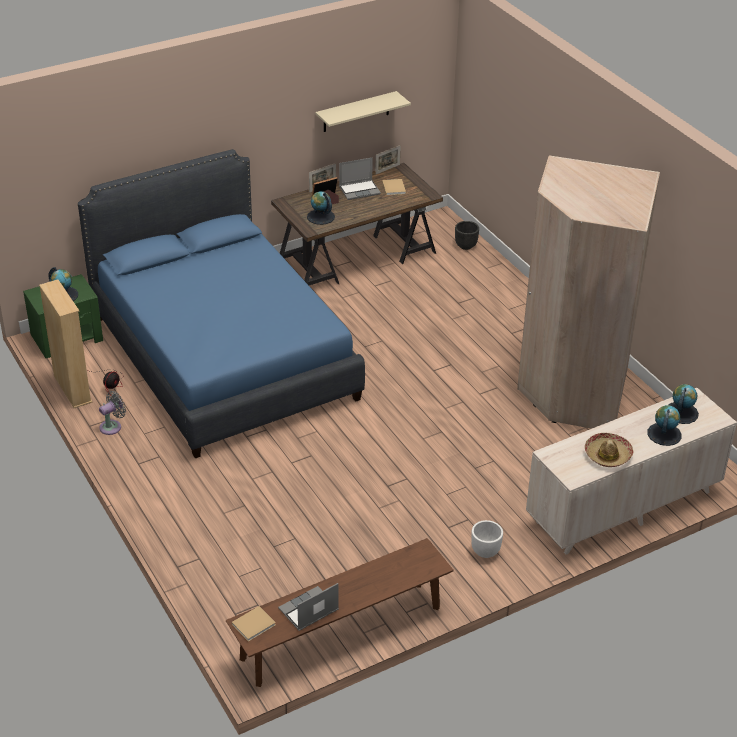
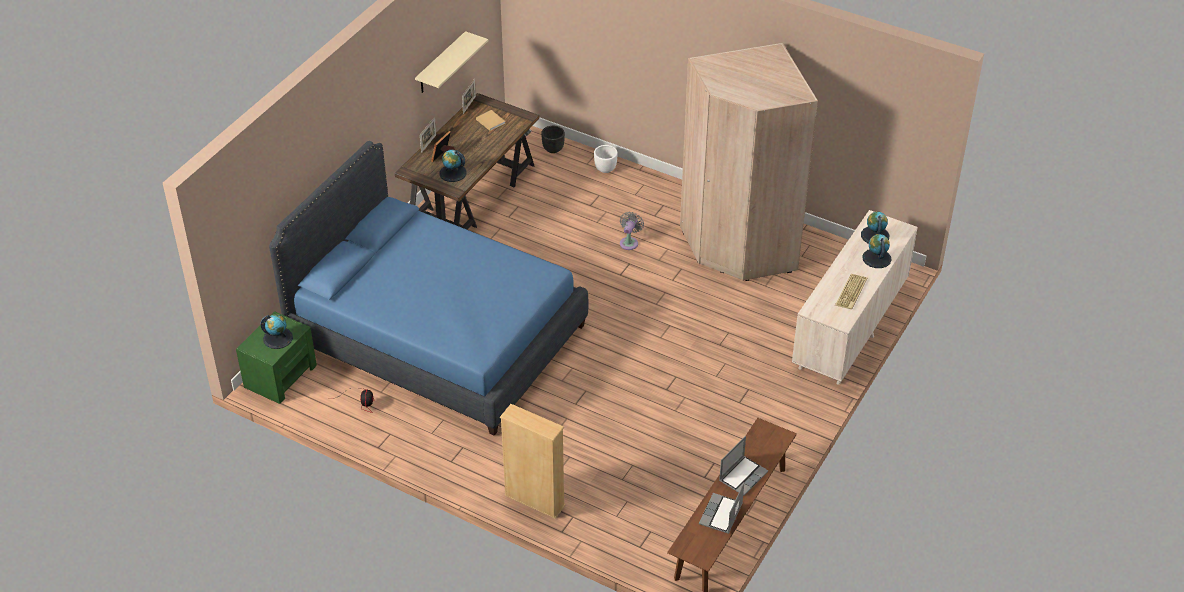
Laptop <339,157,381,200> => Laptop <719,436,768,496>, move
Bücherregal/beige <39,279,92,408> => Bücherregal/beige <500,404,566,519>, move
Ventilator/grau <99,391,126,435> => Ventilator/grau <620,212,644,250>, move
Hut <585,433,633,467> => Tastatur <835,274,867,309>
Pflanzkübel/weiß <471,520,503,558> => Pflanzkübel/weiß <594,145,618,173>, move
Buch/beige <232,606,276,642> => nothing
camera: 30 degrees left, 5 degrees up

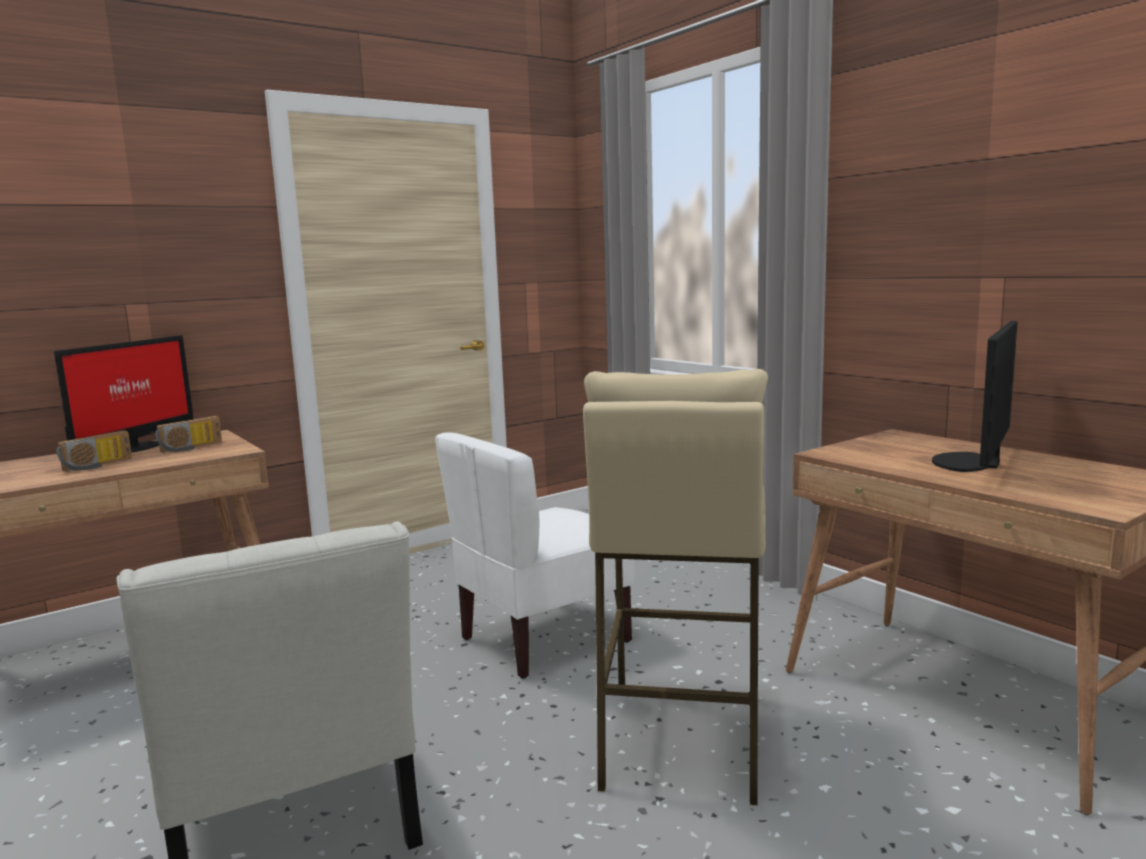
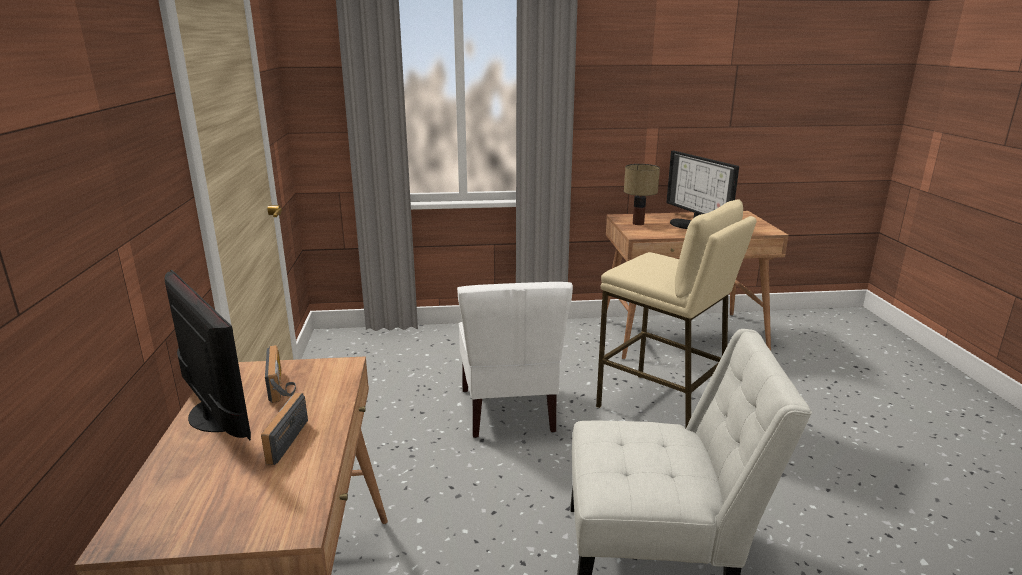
Radio <56,430,132,472> => Radio <261,393,308,465>, 150 degrees counterclockwise
nothing => Tischlampe <624,164,660,225>
camera: 60 degrees left, 10 degrees up

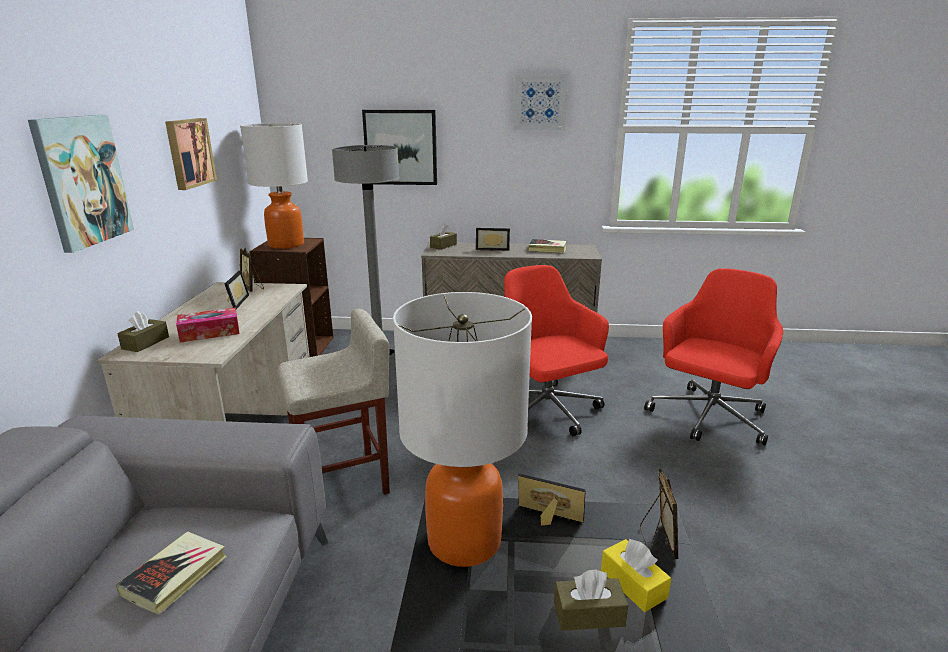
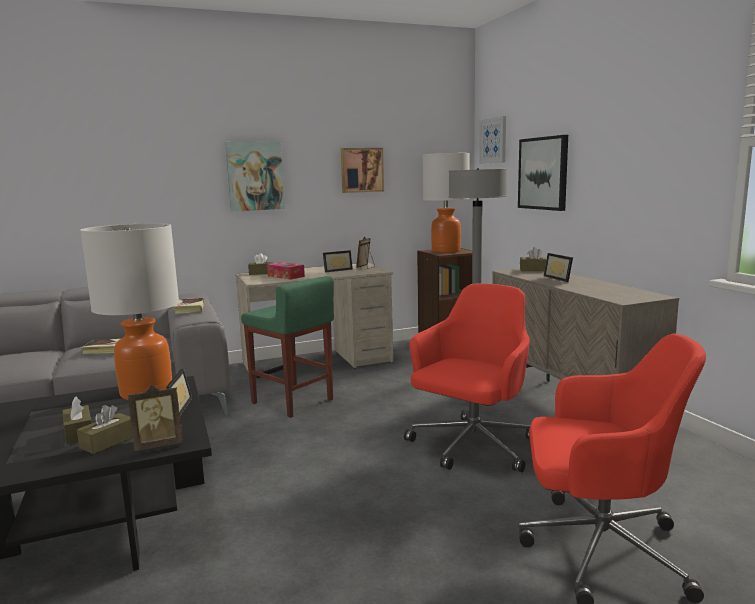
Bild <513,74,568,130> => Bild <479,116,506,164>, move
Buch <529,239,566,253> => Buch <173,298,204,314>, move
Hocker/beige <277,309,390,495> => Hocker/grün <241,276,334,418>
Taschentuchbox/gelb <601,539,671,612> => Taschentuchbox/braun <77,405,133,454>
camera: 65 degrees right, 10 degrees down

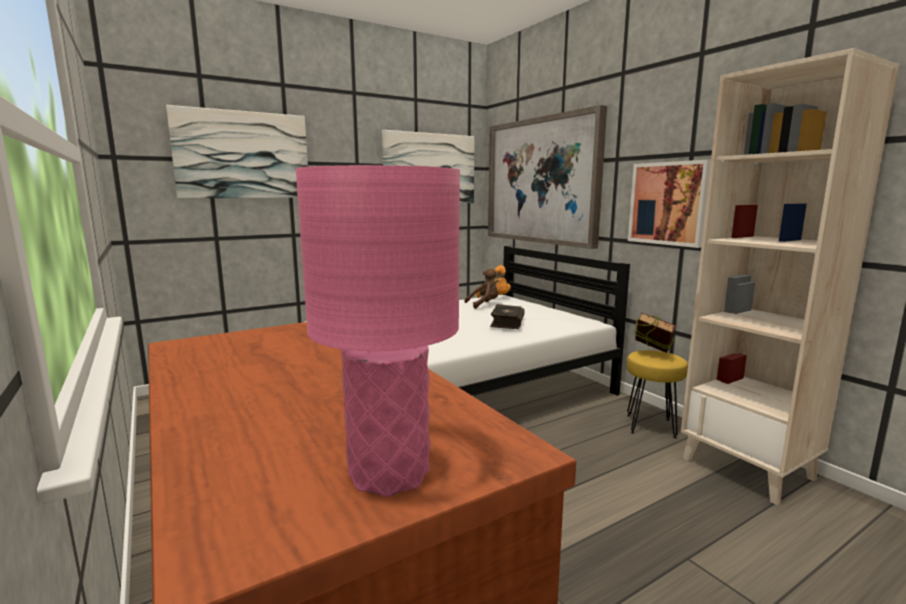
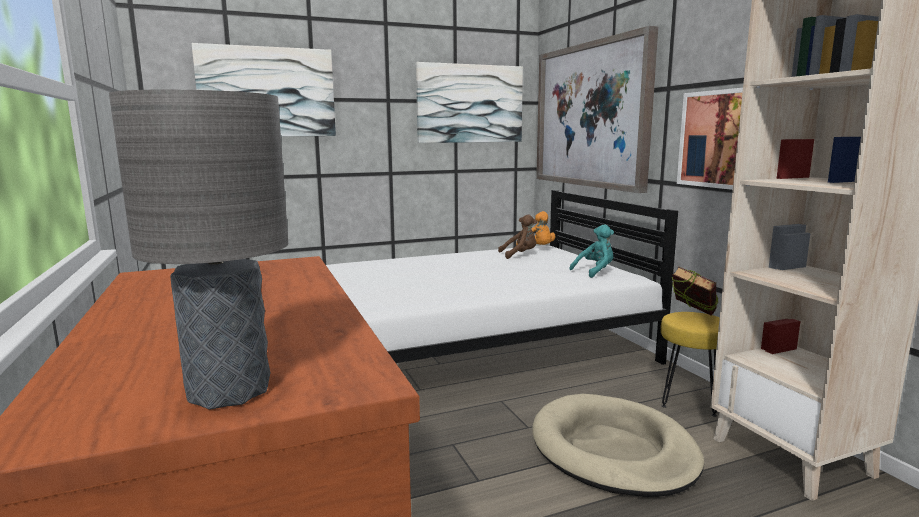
Tischlampe/rosa <296,165,460,497> => Tischlampe/grau <109,90,288,410>
Buch <490,304,525,329> => nothing
nothing => Plüschtier/türkis <569,224,614,278>
nothing => Hundebett/beige <532,394,704,497>
camera: 10 degrees right, 0 degrees up

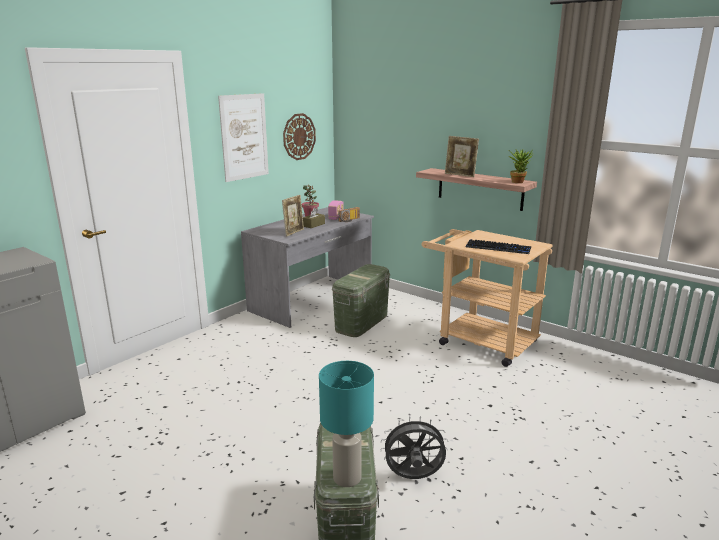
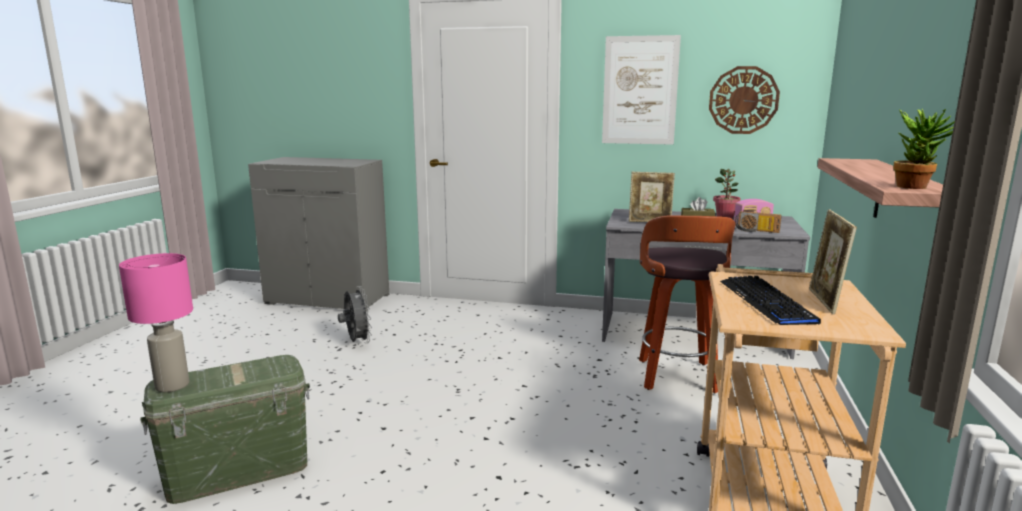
Bilderrahmen <445,136,479,177> => Bilderrahmen <809,209,857,314>, move
Aufbewahrungsbox/grün <332,264,390,337> => Hocker <639,215,736,393>
Tischlampe/türkis <319,361,374,487> => Tischlampe/rosa <119,253,193,392>
Ventilator/grau <381,416,448,479> => Ventilator/grau <338,286,372,343>, move
camera: 65 degrees right, 5 degrees down

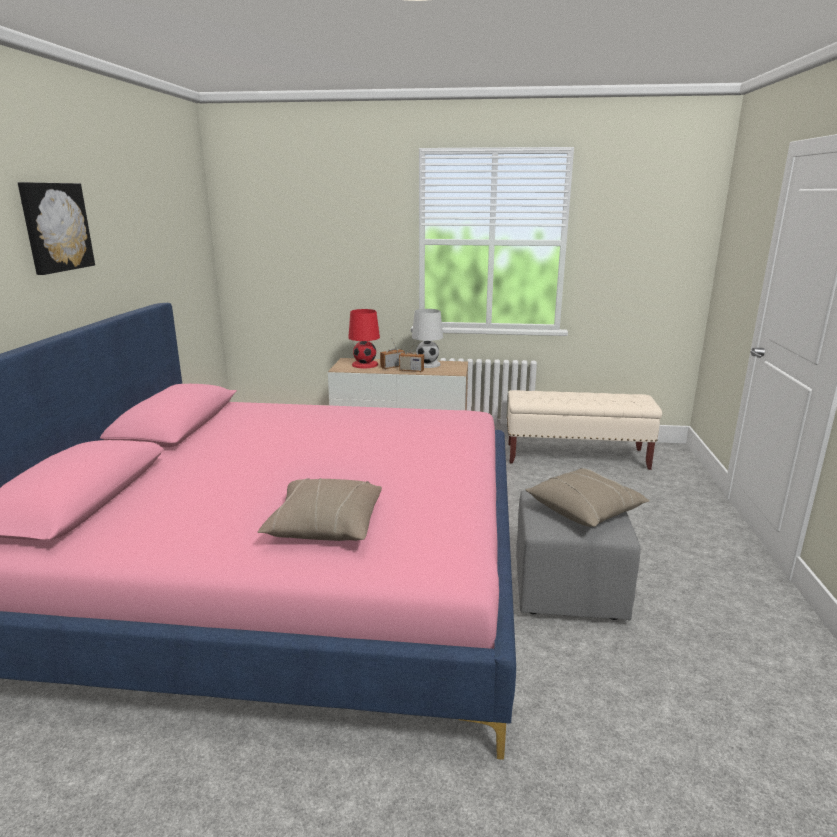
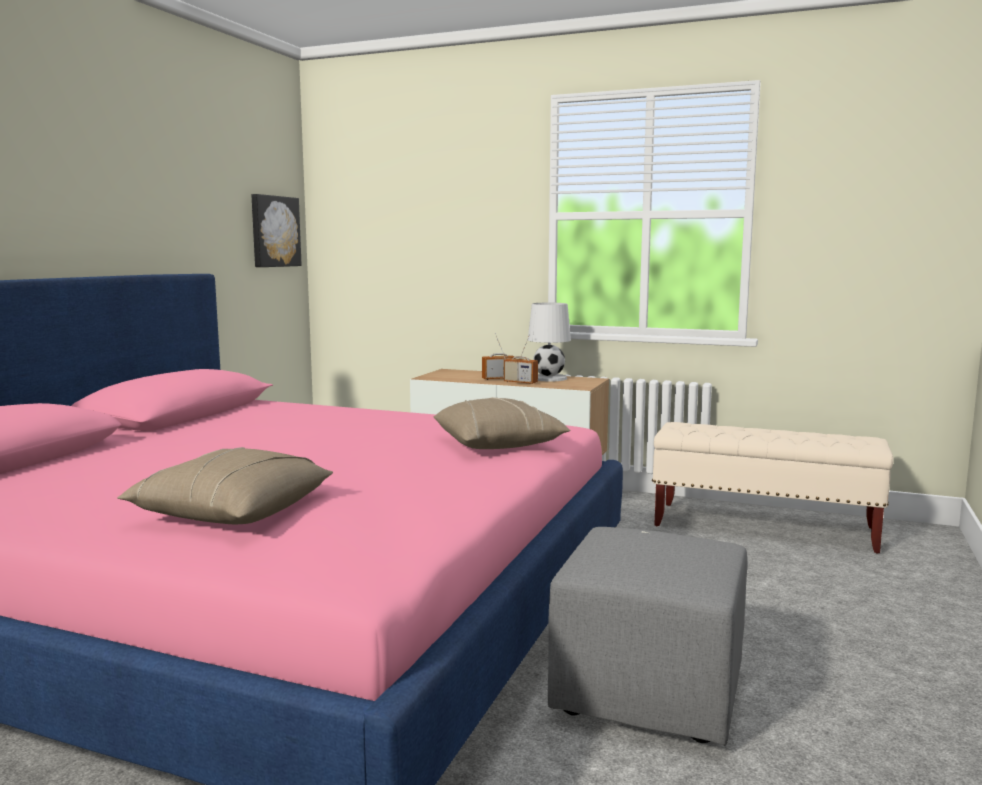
Bild <18,182,95,275> => Bild <251,194,302,267>, move
Tischlampe/rot <348,309,380,368> => nothing
Kissen/beige <526,468,650,527> => Kissen/beige <434,397,571,449>, move
camera: 15 degrees right, 10 degrees down

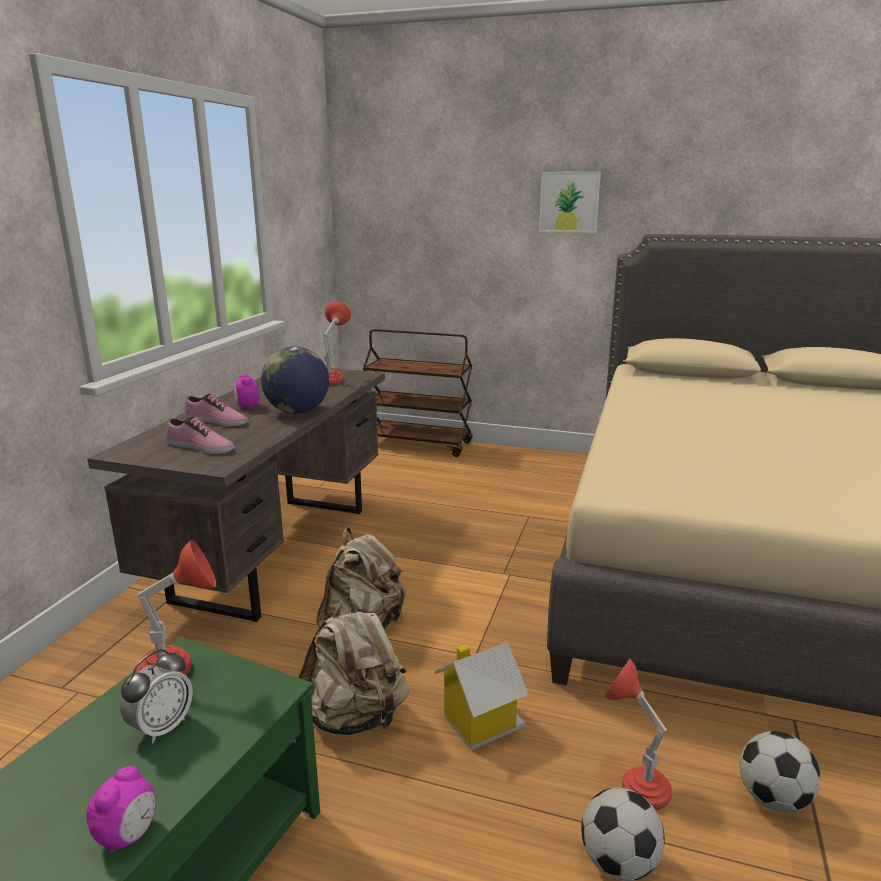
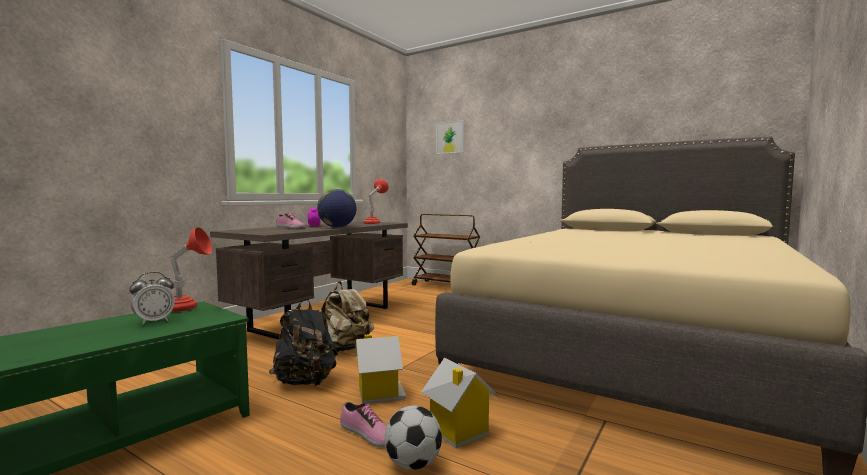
Bild <539,171,601,233> => Bild <436,120,464,154>, move
Schuh <166,416,234,454> => Schuh <340,402,386,447>, move
Rucksack/beige <298,597,409,735> => Rucksack/schwarz <269,299,338,386>
Tischlampe/rot <604,659,672,810> => Spielzeughaus <421,357,498,449>
Fußball <740,731,820,813> => nothing
Wecker <86,766,156,854> => nothing
camera: 15 degrees right, 15 degrees down

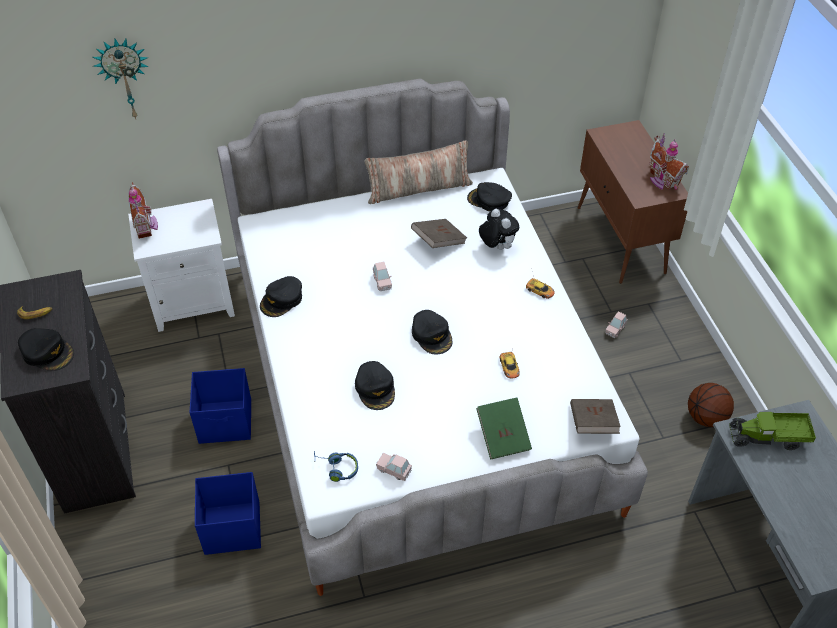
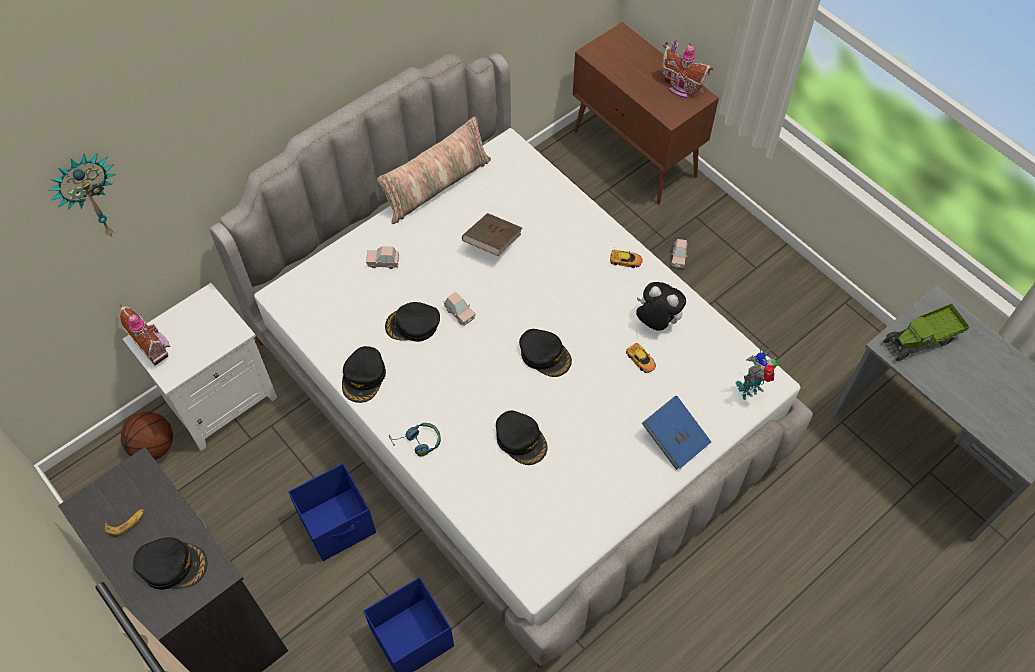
Kappe/schwarz <467,182,512,211> => Kappe/schwarz <385,302,440,342>, move
Plüschtier <479,209,519,250> => Plüschtier <636,282,686,331>, move
Basketball <688,383,734,427> => Basketball <121,412,173,460>, move
Buch/grün <476,397,532,460> => Buch/blau <642,396,711,470>
Buch/braun <570,399,621,434> => Spielzeugroboter <736,348,779,400>
Kopfhörer/blau <314,451,358,482> => Kopfhörer/blau <389,423,441,456>, move
Spielzeugauto/rosa <376,453,412,481> => Spielzeugauto/rosa <366,246,399,269>, move
camera: 25 degrees left, 10 degrees up

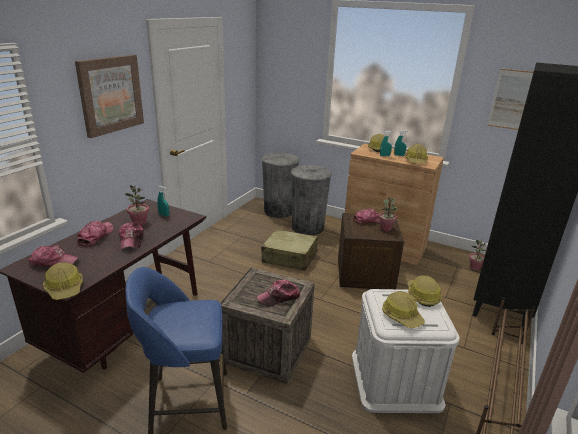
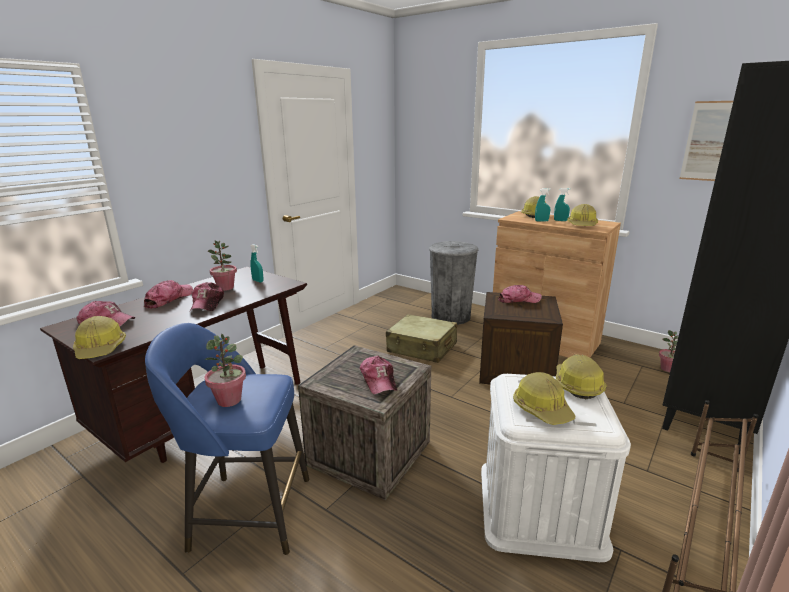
Bild <75,55,144,138> => nothing
Mülleimer/grau <261,153,300,218> => nothing
Topfpflanze <378,197,397,231> => Topfpflanze <204,334,246,407>, move
Kappe <257,280,300,307> => Kappe <360,356,397,394>, 90 degrees counterclockwise
camera: 10 degrees right, 5 degrees down

